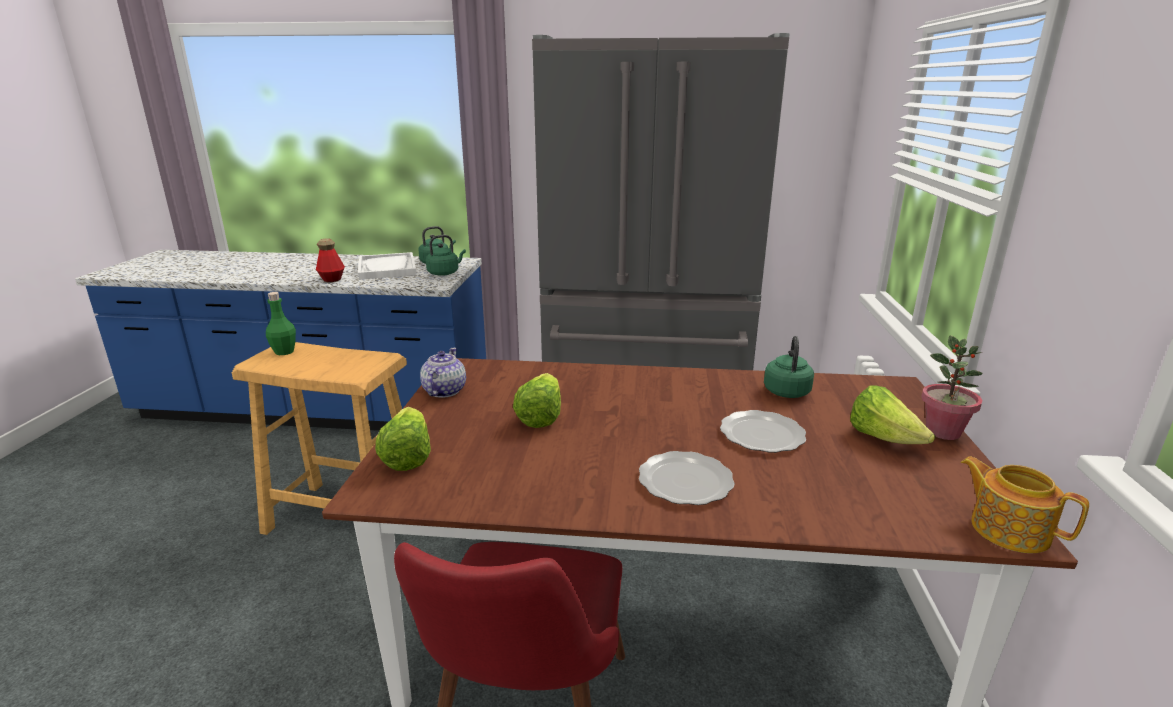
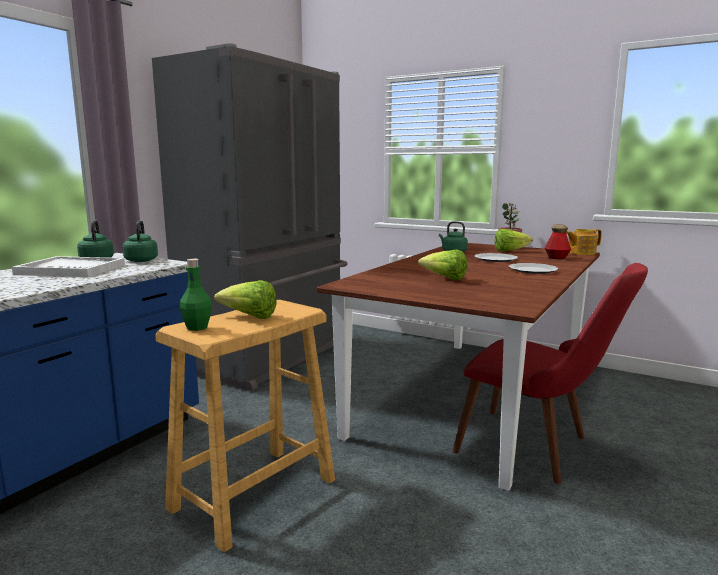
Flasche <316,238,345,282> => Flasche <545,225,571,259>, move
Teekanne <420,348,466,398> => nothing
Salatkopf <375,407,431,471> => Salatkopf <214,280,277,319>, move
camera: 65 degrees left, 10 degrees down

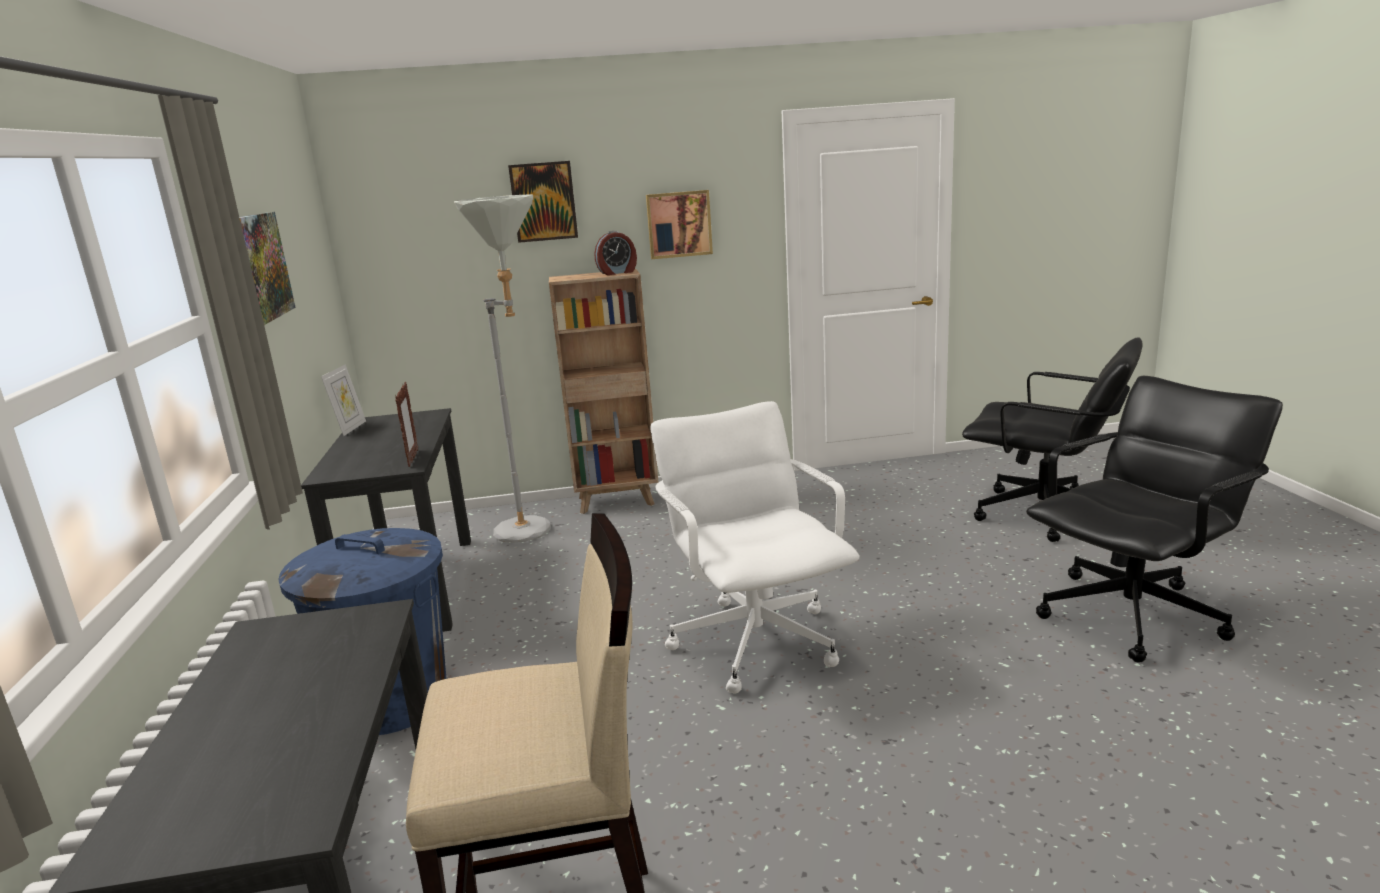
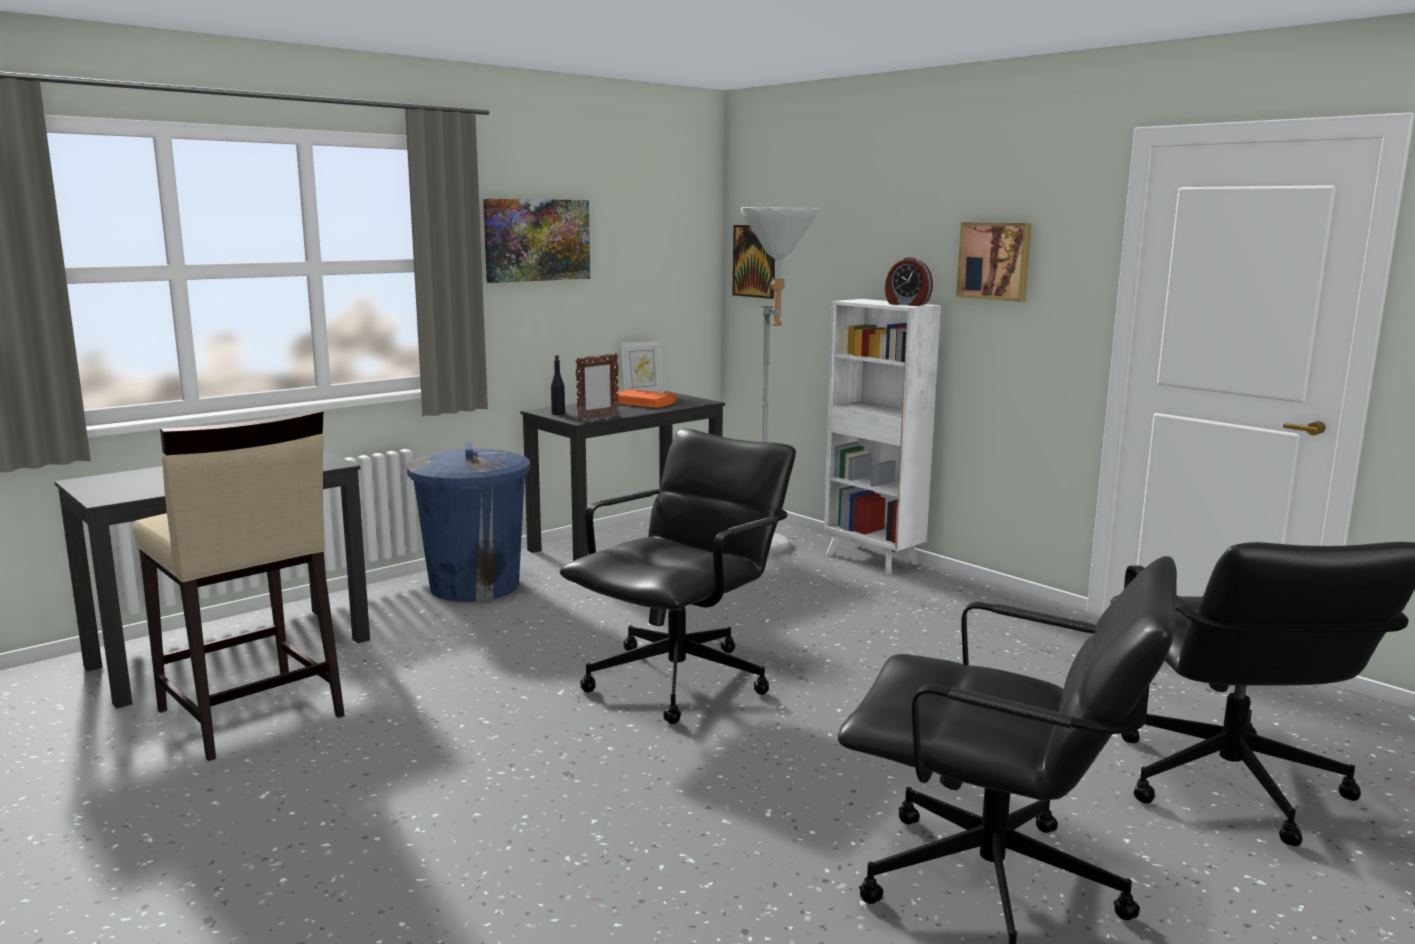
Bild <508,161,578,243> => Bild <733,225,775,299>, move
Bücherregal/braun <549,269,658,514> => Bücherregal/weiß <824,299,941,574>
Bürostuhl/weiß <651,401,860,693> => Bürostuhl/schwarz <560,428,796,724>
nothing => Flasche/schwarz <551,355,565,415>
nothing => Buch/orange <615,389,676,408>
camera: 55 degrees right, 5 degrees down

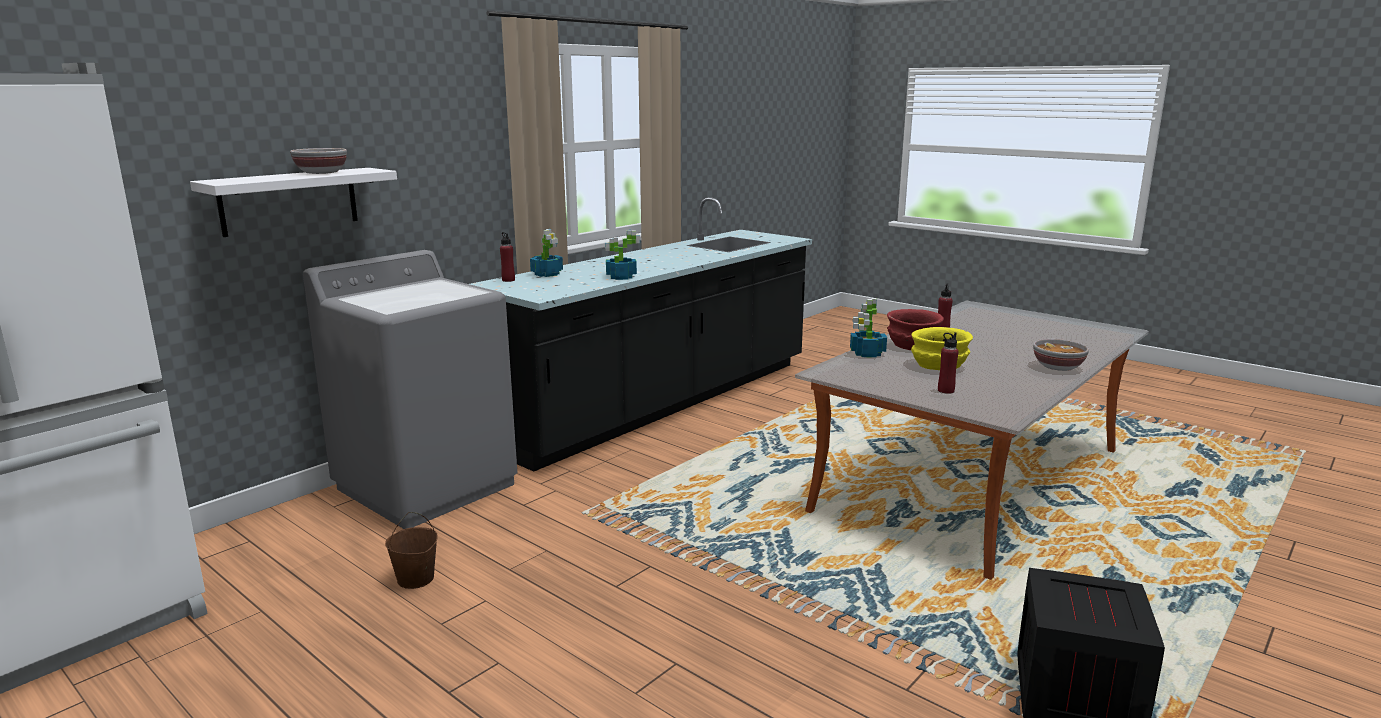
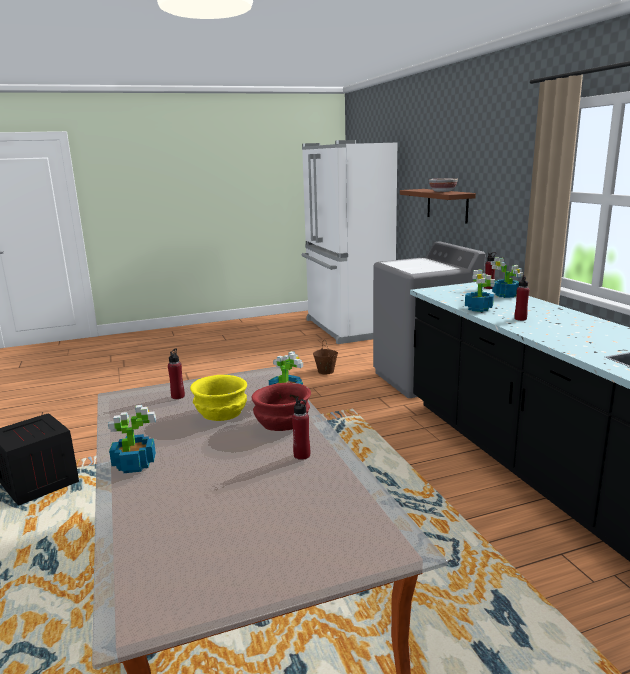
Wandregal/weiß <190,168,397,237> => Wandregal/braun <400,189,476,224>
Schüssel <1033,339,1089,371> => Topfpflanze <108,405,156,473>
nothing => Flasche/rot <514,275,529,321>
camera: 120 degrees right, 0 degrees up

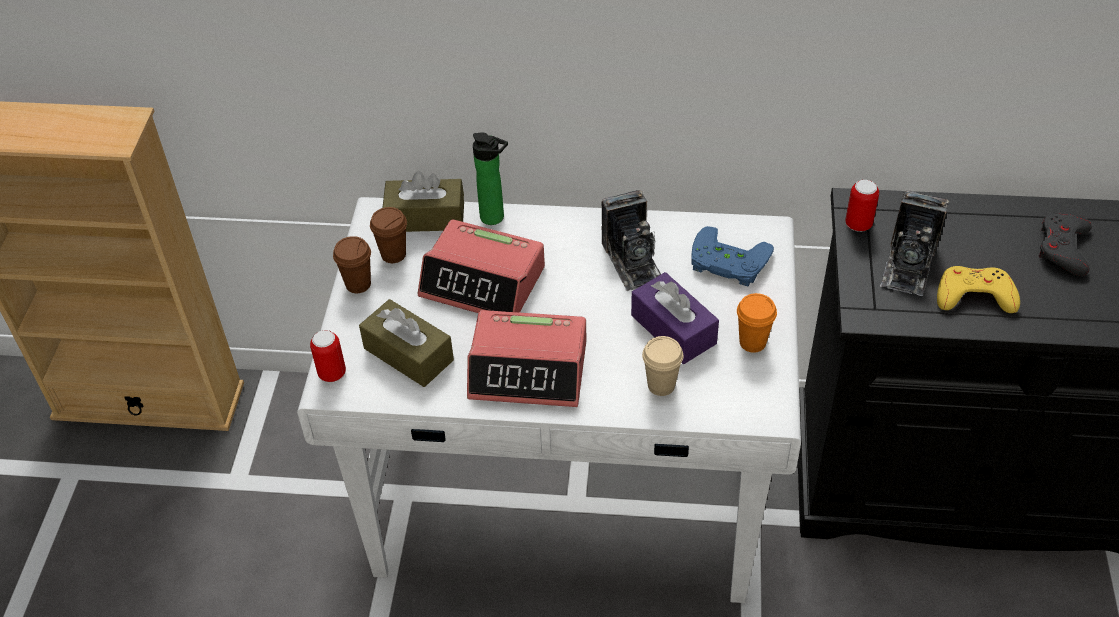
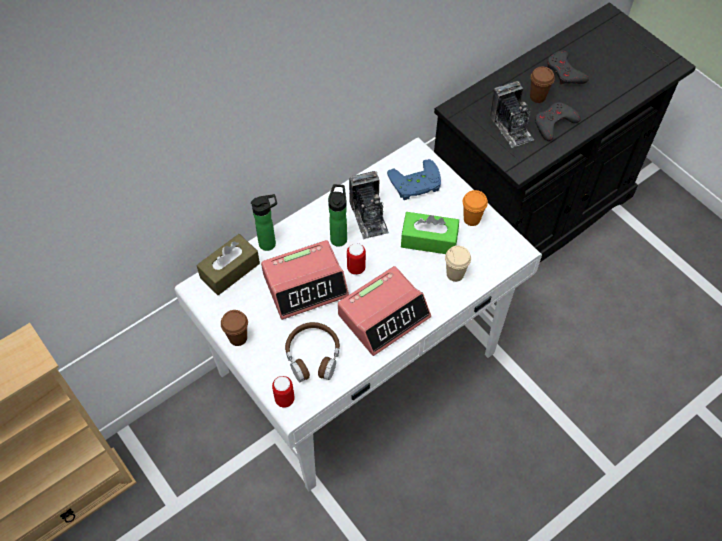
Dose <845,180,879,232> => Dose <347,243,366,275>, move
Kamera <602,190,661,291> => Kamera <349,171,389,239>, 45 degrees clockwise
Tasse/braun <370,207,407,263> => Tasse/braun <530,67,555,103>, move
Gamepad/gelb <937,266,1020,313> => Gamepad/grau <535,102,581,141>
Taschentuchbox/lila <631,272,719,364> => Taschentuchbox/grün <401,212,459,254>
Taschentuchbox/braun <359,299,454,387> => Kopfhörer/braun <285,322,340,382>
nothing => Flasche <328,184,347,247>
camera: 45 degrees left, 10 degrees up

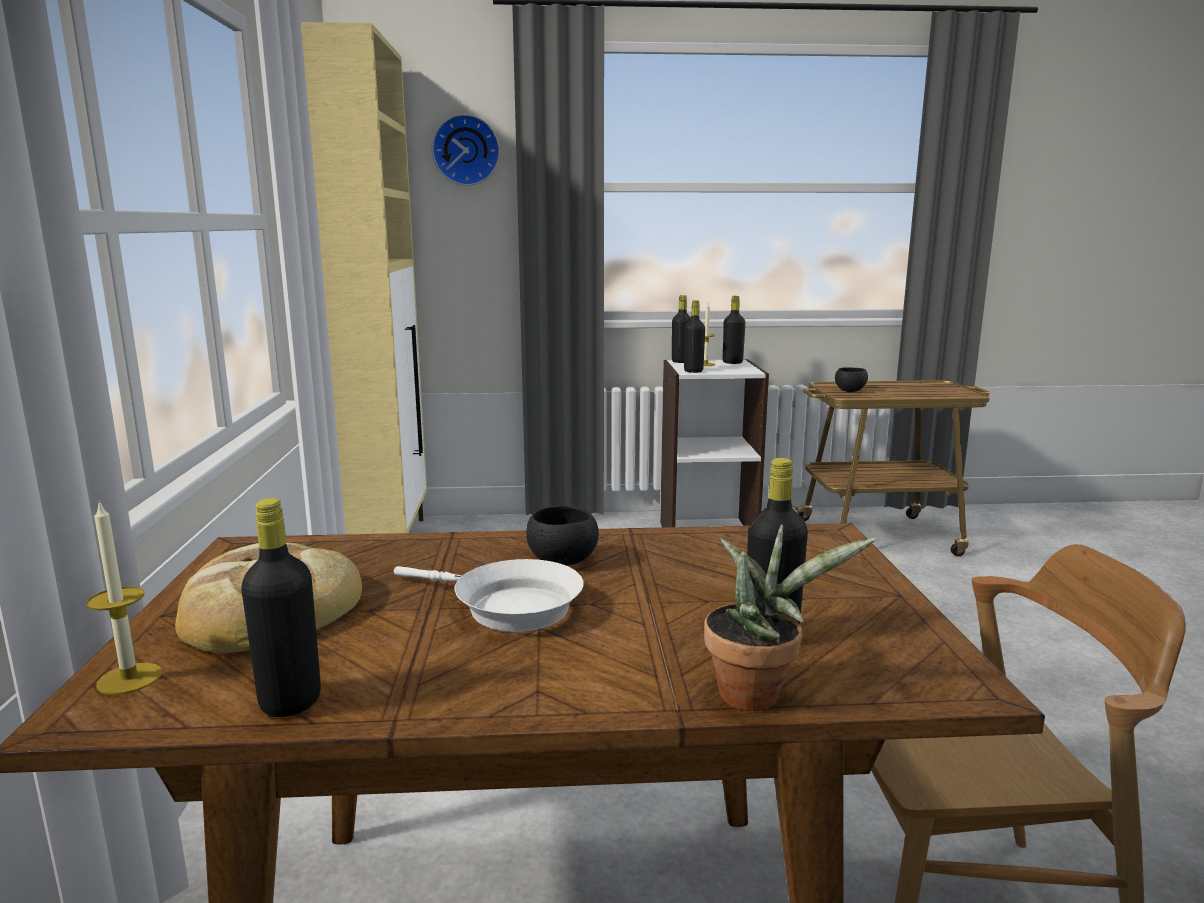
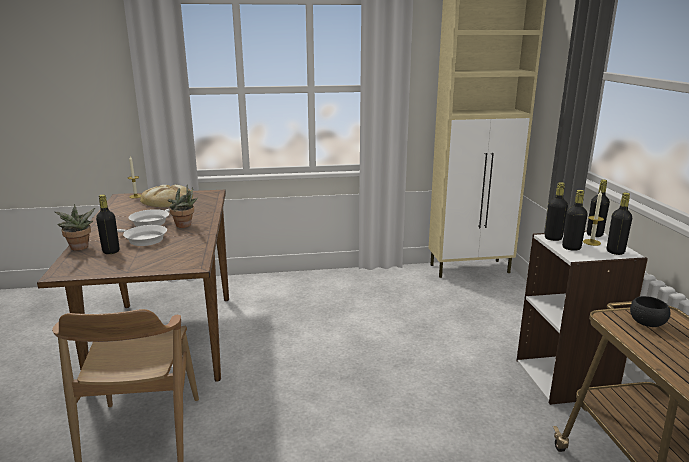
Wanduhr <432,114,500,186> => nothing
Flasche/schwarz <241,498,321,717> => Flasche/schwarz <562,190,588,251>, move
Schüssel/schwarz <526,506,599,565> => Topfpflanze <168,184,198,228>
nothing => Pfanne/weiß <117,225,167,246>
camera: 85 degrees right, 5 degrees up

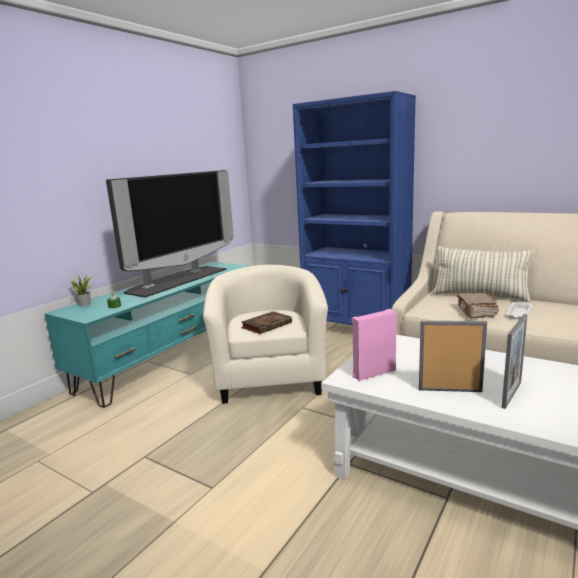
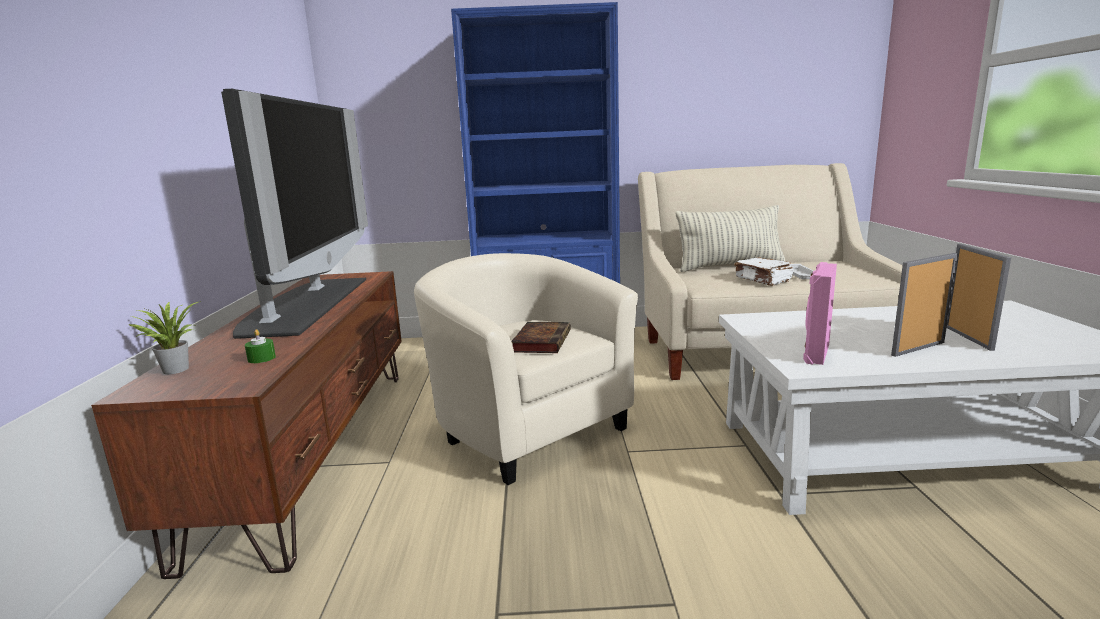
Fernsehschrank/türkis <45,262,249,408> => Fernsehschrank/braun <91,271,402,579>
Buch/braun <457,293,499,318> => Buch/weiß <734,257,793,286>
camera: 35 degrees left, 0 degrees up

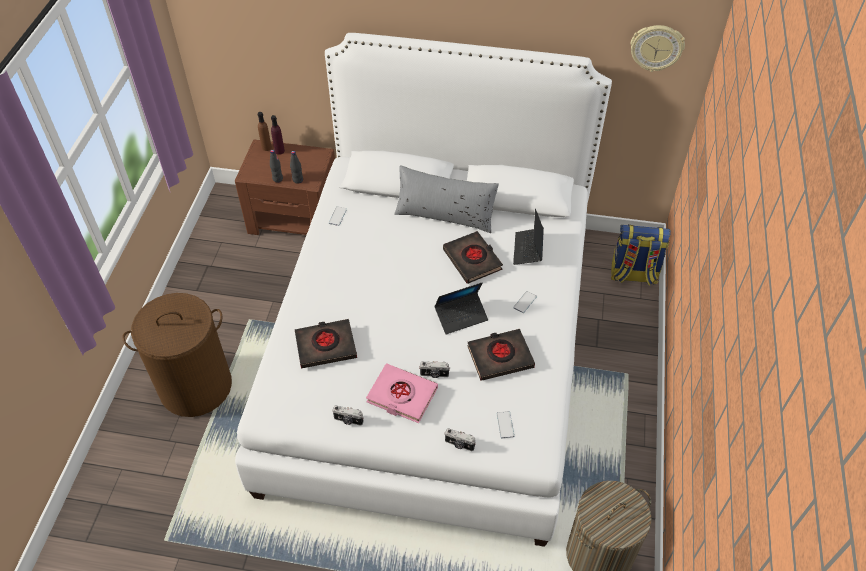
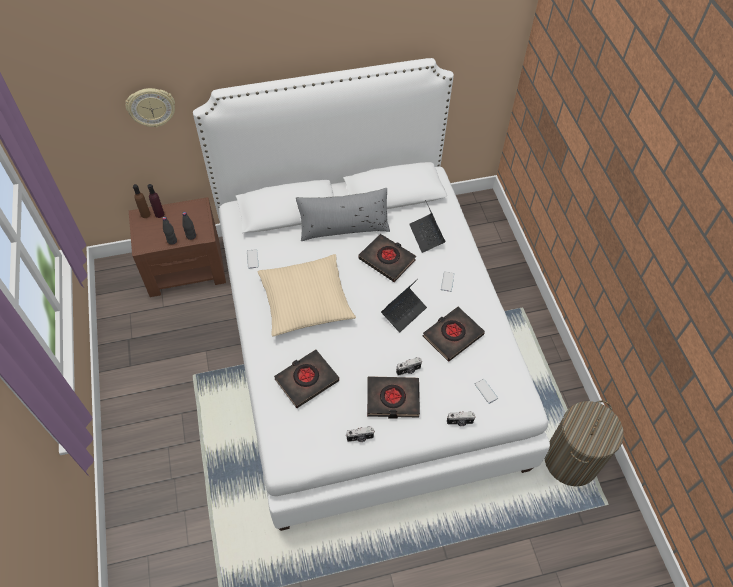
Wanduhr <630,25,685,72> => Wanduhr <125,88,175,128>, move
Rucksack <611,225,671,286> => nothing
Wäschekorb/braun <122,293,232,417> => nothing
Buch/rosa <366,364,438,423> => Buch/schwarz <367,376,420,419>
nothing => Kissen/beige <257,254,356,336>
camera: 25 degrees left, 5 degrees up

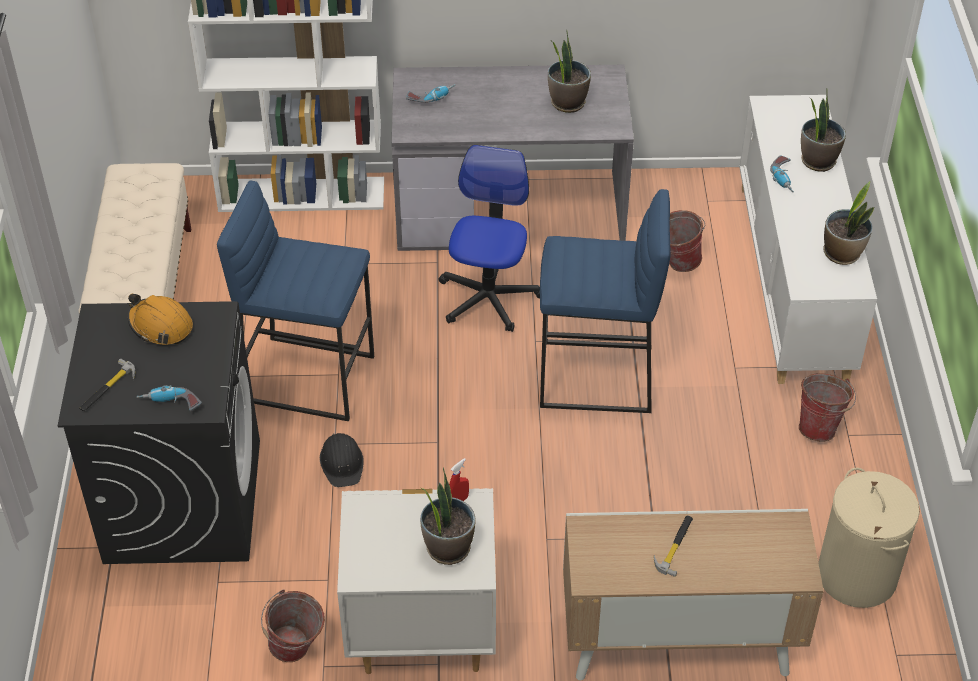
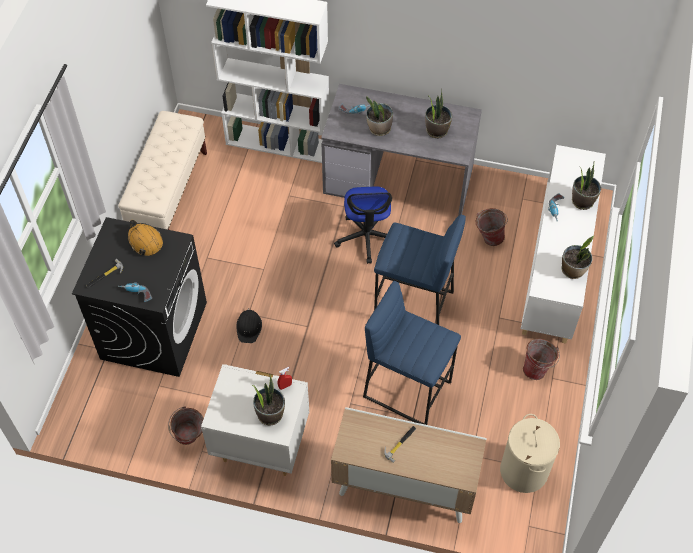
Bürostuhl <439,145,540,332> => Bürostuhl <334,187,392,264>, 150 degrees clockwise
Hocker/blau <217,181,374,421> => Hocker/blau <363,281,461,425>, move
nothing => Topfpflanze <366,96,393,136>
camera: 15 degrees right, 10 degrees up

